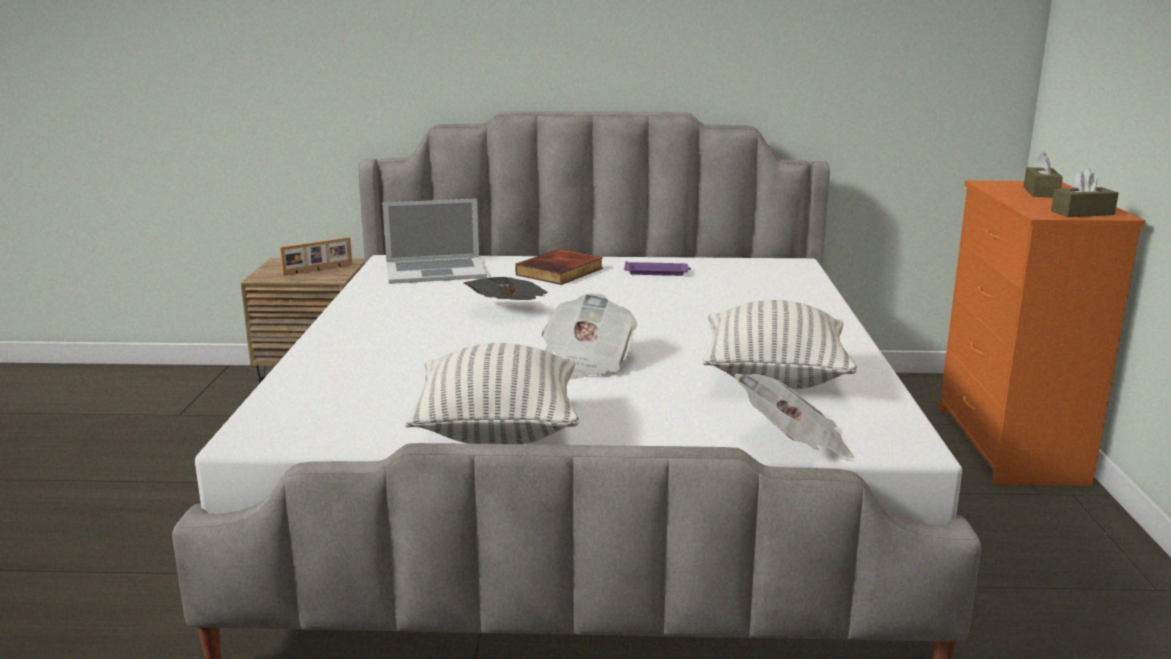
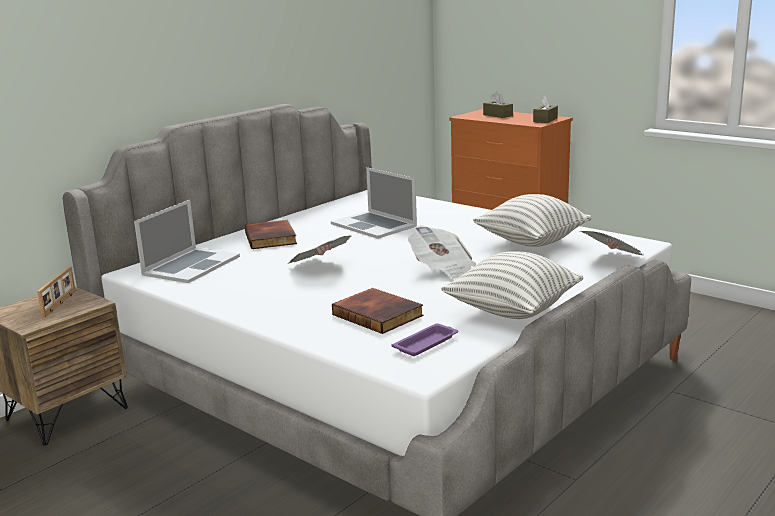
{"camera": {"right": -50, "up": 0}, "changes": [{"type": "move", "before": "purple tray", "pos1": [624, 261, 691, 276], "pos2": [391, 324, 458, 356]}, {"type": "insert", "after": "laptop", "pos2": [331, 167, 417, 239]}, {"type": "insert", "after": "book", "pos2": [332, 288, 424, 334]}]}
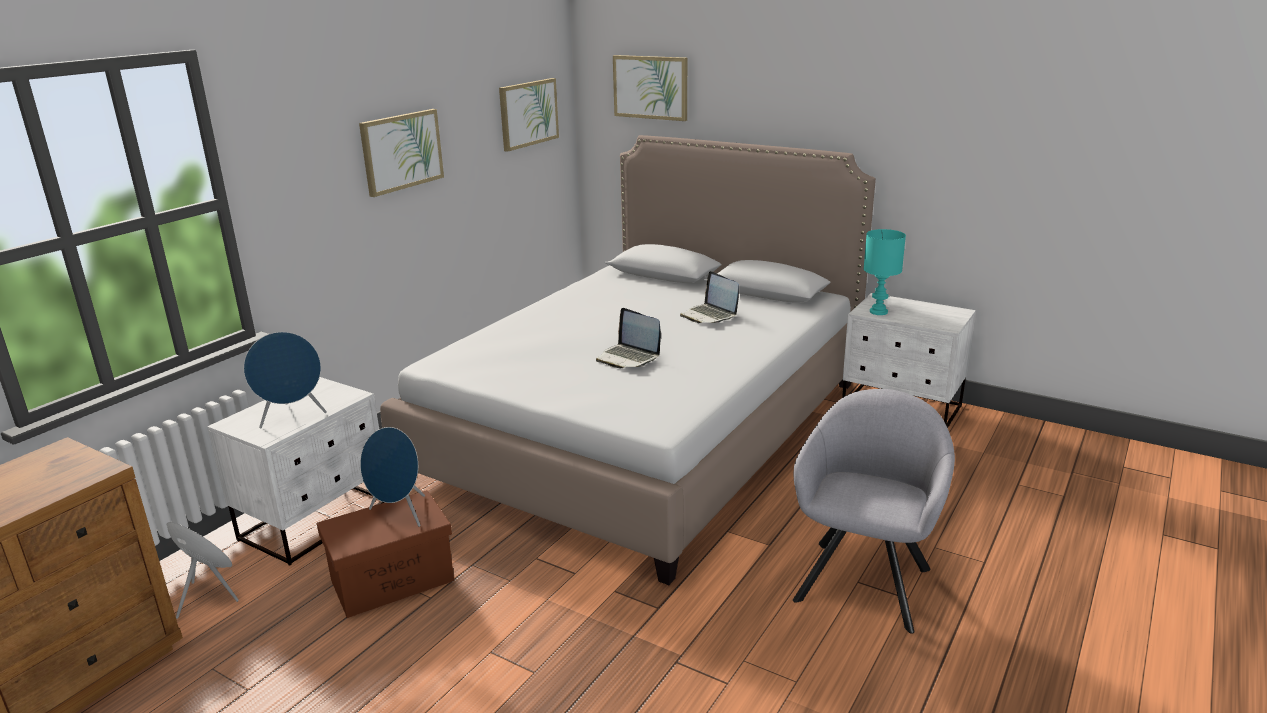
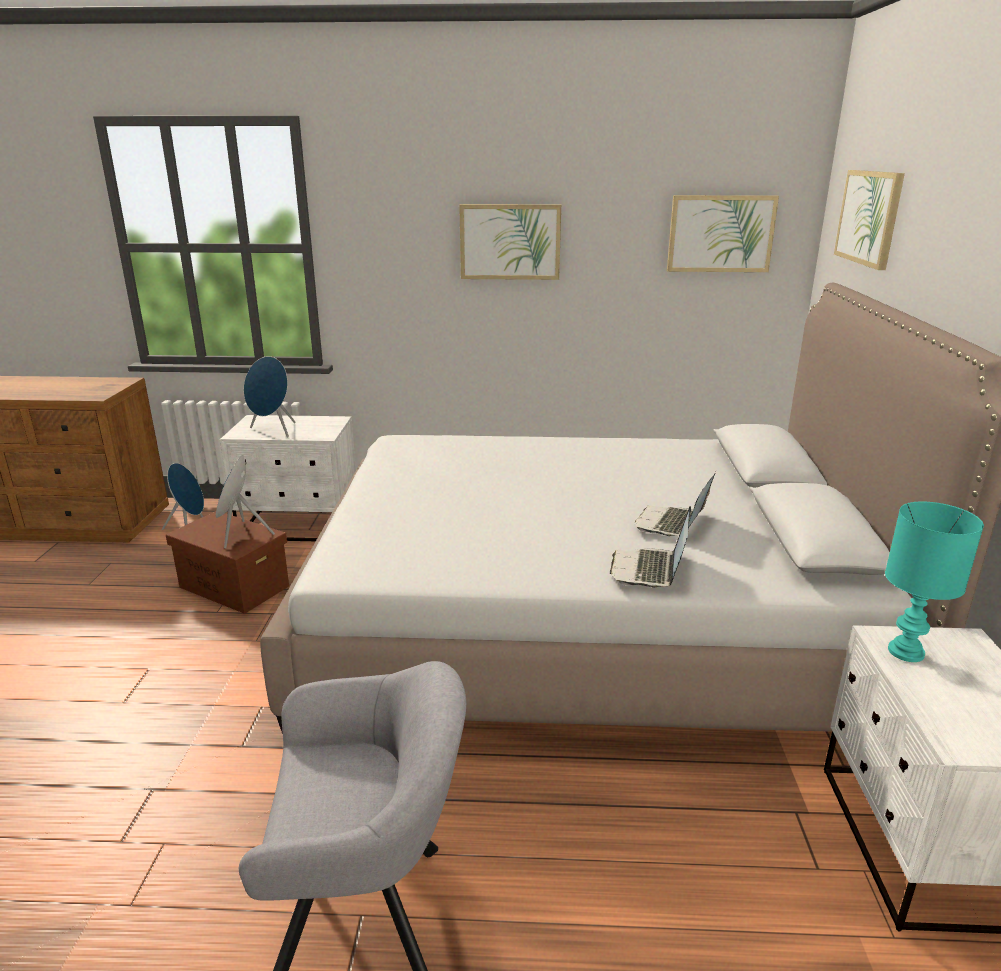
{"camera": {"right": 60, "up": 0}, "changes": [{"type": "move", "before": "laptop", "pos1": [596, 308, 661, 368], "pos2": [610, 506, 691, 588]}]}
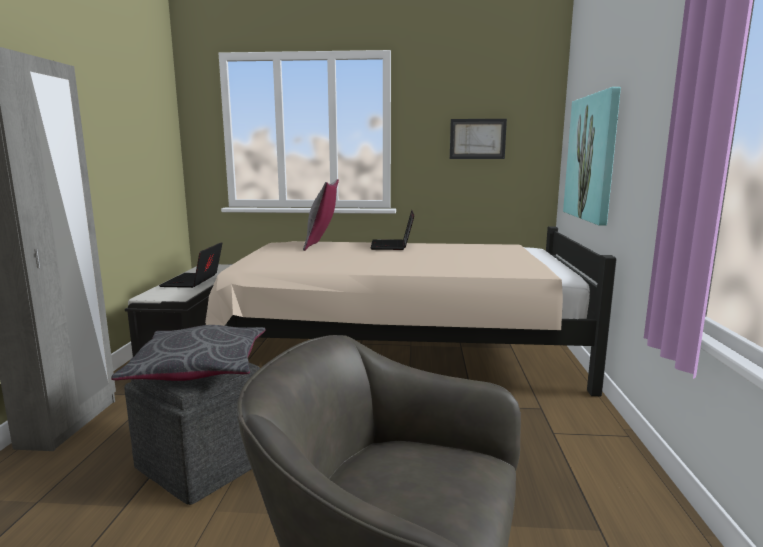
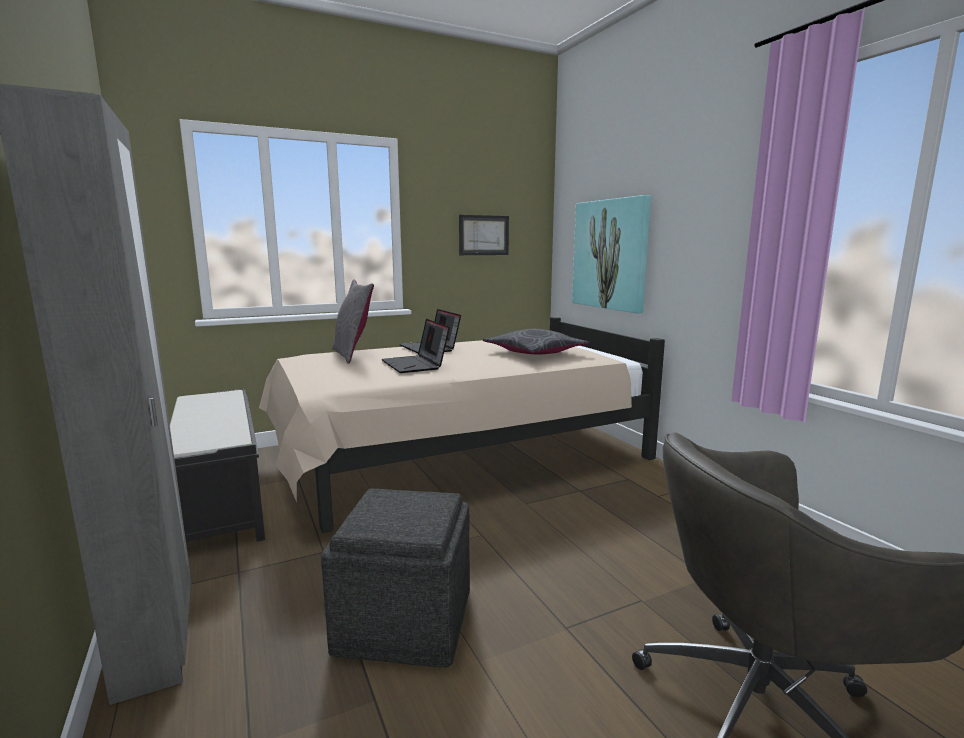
{"camera": {"right": -30, "up": 0}, "changes": [{"type": "move", "before": "laptop", "pos1": [159, 242, 222, 288], "pos2": [382, 319, 450, 373]}, {"type": "move", "before": "grey pillow", "pos1": [111, 325, 265, 381], "pos2": [483, 329, 590, 354]}]}
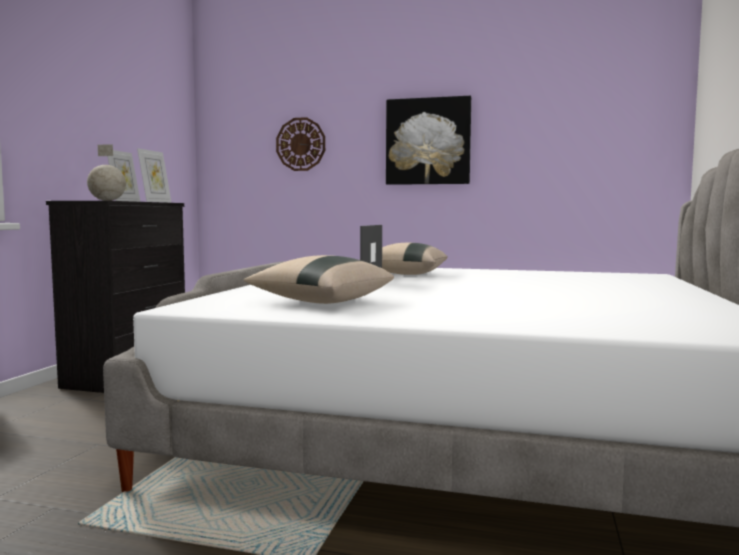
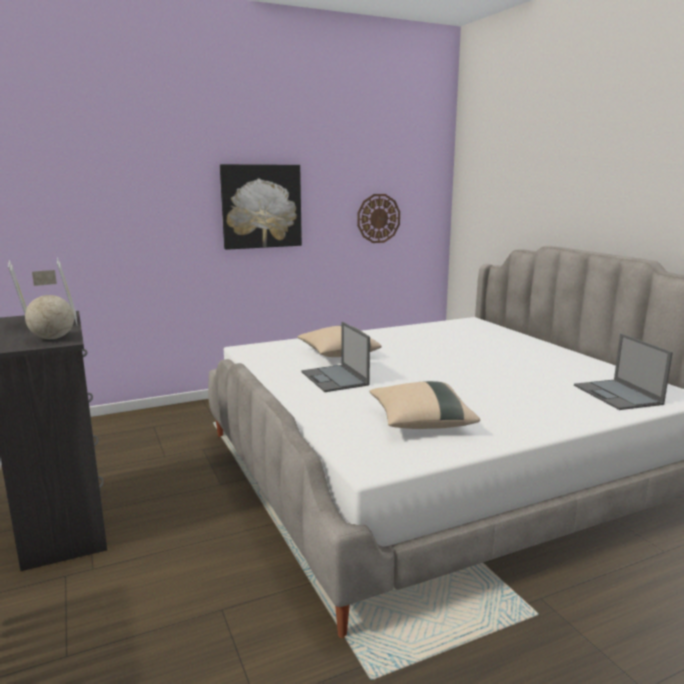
{"camera": {"right": -40, "up": 10}, "changes": [{"type": "move", "before": "wall clock", "pos1": [276, 117, 325, 171], "pos2": [357, 194, 400, 243]}, {"type": "insert", "after": "laptop", "pos2": [574, 334, 673, 410]}]}
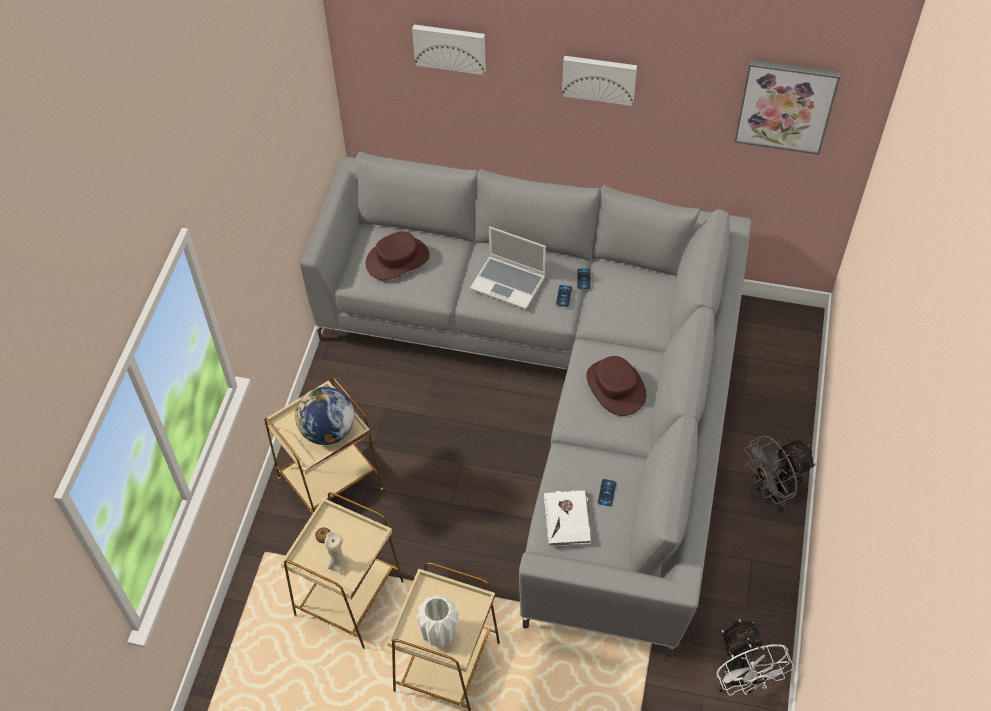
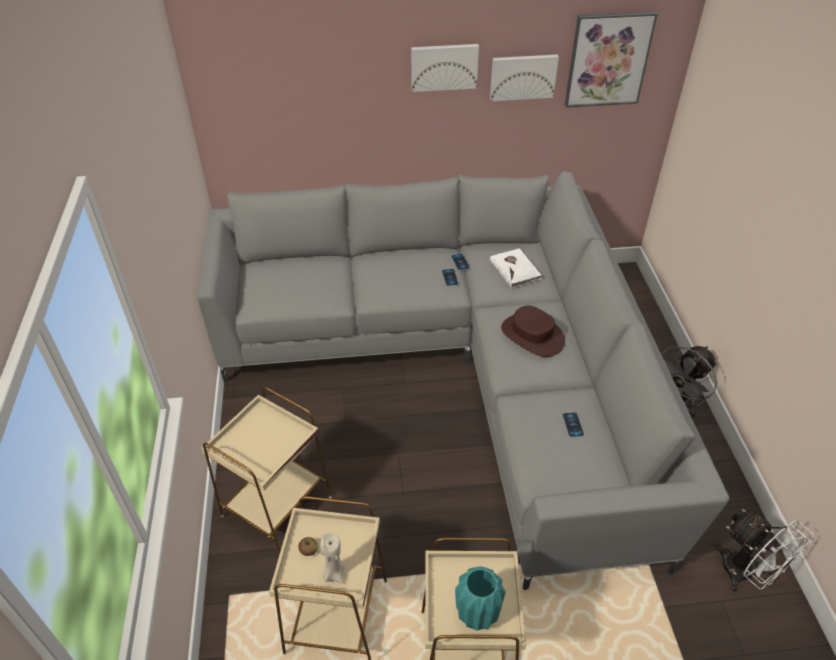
{"camera": {"right": -20, "up": -10}, "changes": [{"type": "move", "before": "picture", "pos1": [412, 25, 486, 75], "pos2": [490, 54, 559, 101]}, {"type": "delete", "before": "laptop", "pos1": [470, 226, 546, 310]}, {"type": "delete", "before": "brown hat", "pos1": [365, 232, 430, 280]}, {"type": "delete", "before": "globe", "pos1": [295, 387, 355, 445]}, {"type": "move", "before": "white book", "pos1": [544, 489, 592, 547], "pos2": [490, 248, 542, 288]}, {"type": "recolor", "before": "white vase", "after": "turquoise vase", "pos1": [416, 595, 459, 647], "pos2": [455, 567, 506, 631]}]}
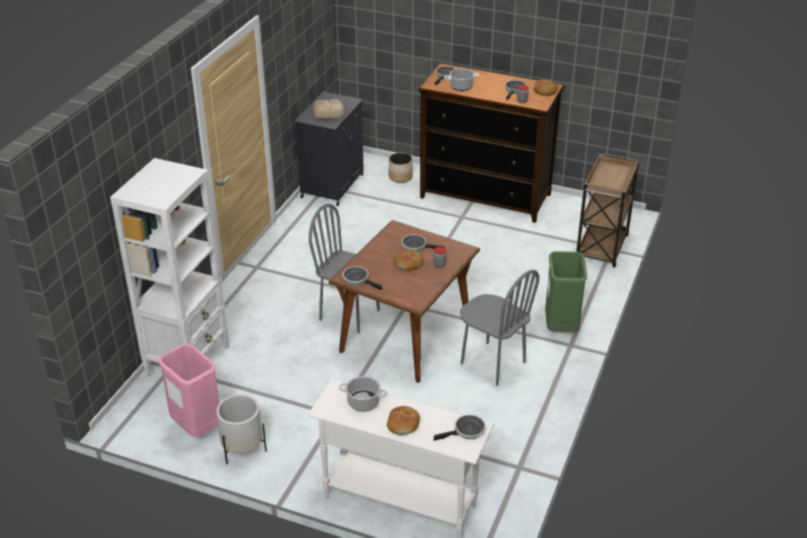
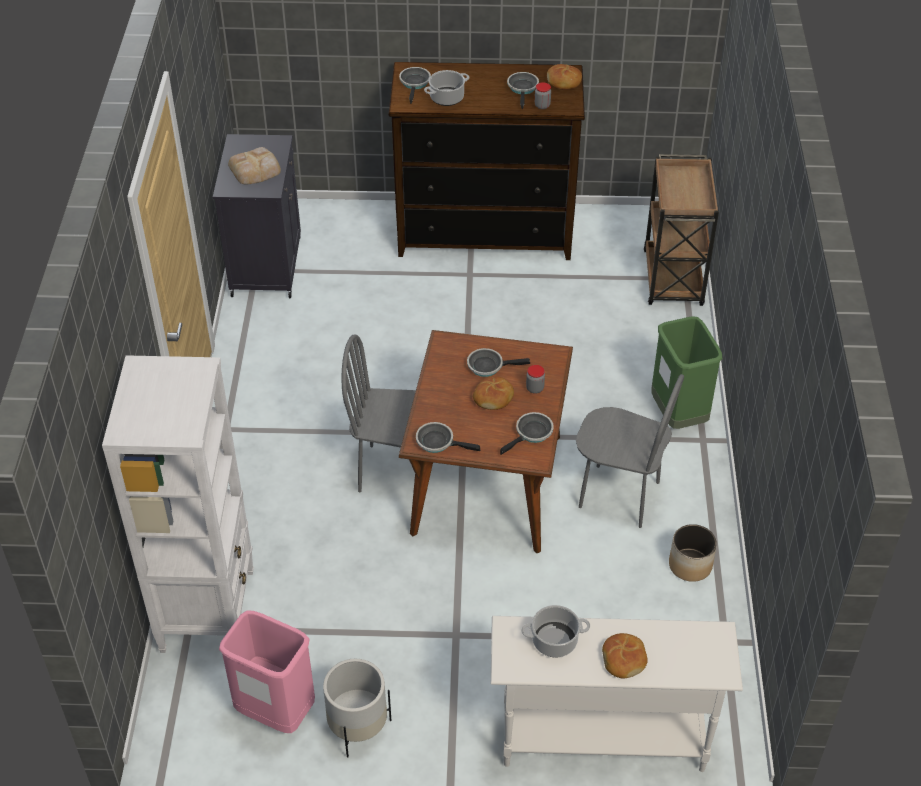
{"camera": {"right": -20, "up": 10}, "changes": [{"type": "move", "before": "planter", "pos1": [389, 153, 413, 183], "pos2": [669, 524, 717, 582]}, {"type": "move", "before": "frying pan", "pos1": [434, 414, 486, 441], "pos2": [500, 412, 554, 455]}]}
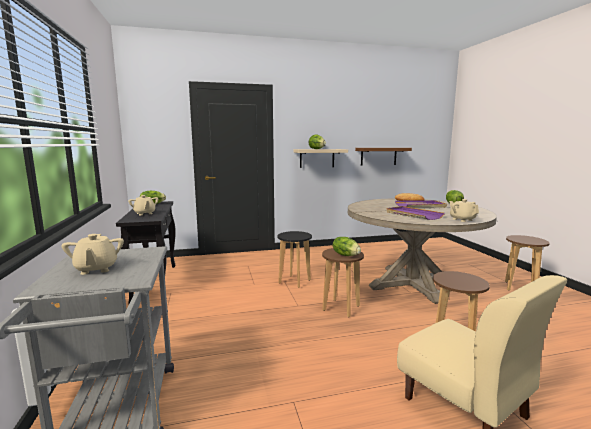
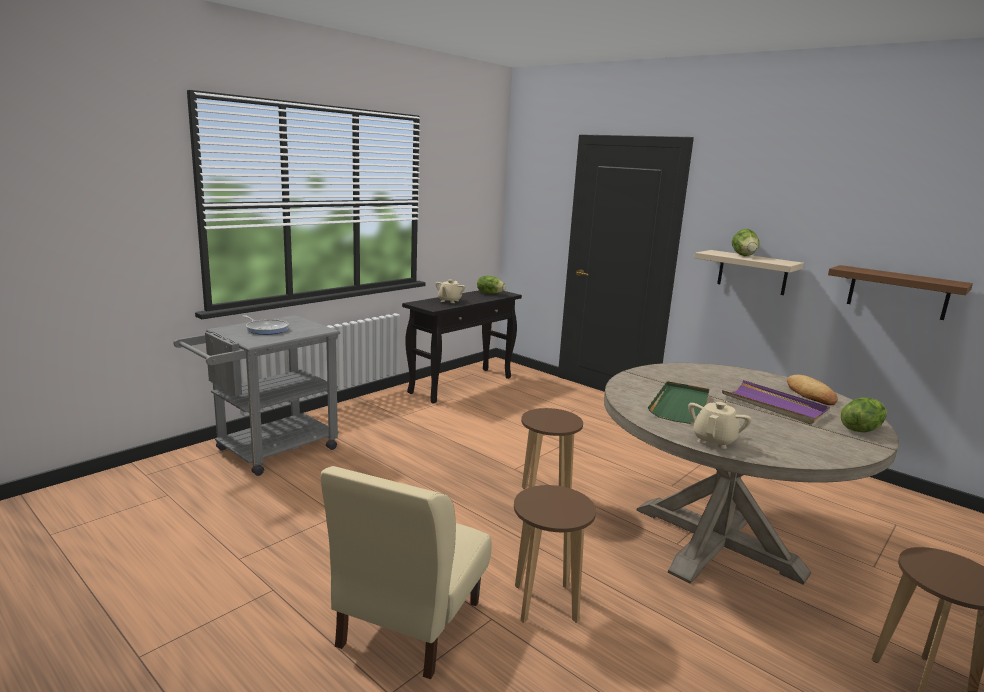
{"camera": {"right": 55, "up": 5}, "changes": [{"type": "recolor", "before": "purple tray", "after": "green tray", "pos1": [386, 206, 445, 220], "pos2": [648, 381, 709, 424]}, {"type": "delete", "before": "black stool", "pos1": [277, 231, 312, 288]}, {"type": "replace", "before": "beige teapot", "after": "frying pan", "pos1": [62, 234, 124, 275], "pos2": [242, 315, 289, 335]}, {"type": "delete", "before": "lettuce", "pos1": [333, 237, 361, 256]}]}
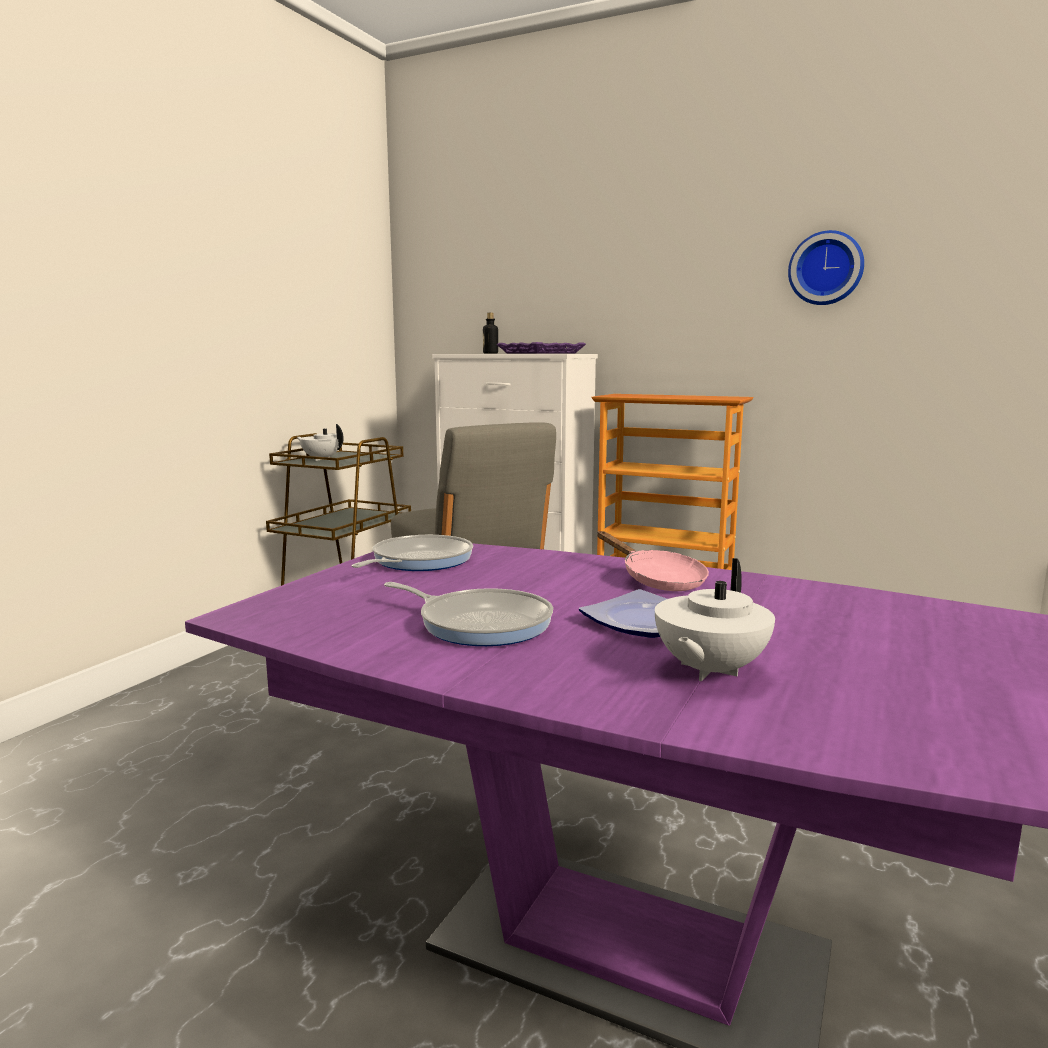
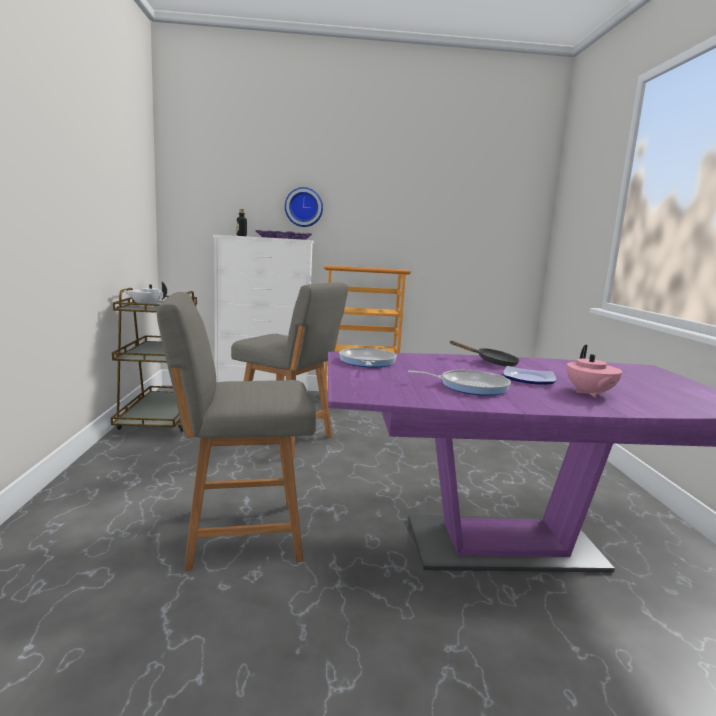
{"camera": {"right": -30, "up": 0}, "changes": [{"type": "move", "before": "wall clock", "pos1": [788, 230, 864, 305], "pos2": [285, 187, 323, 227]}, {"type": "recolor", "before": "pink frying pan", "after": "black frying pan", "pos1": [597, 531, 709, 591], "pos2": [450, 341, 520, 367]}, {"type": "recolor", "before": "white teapot", "after": "pink teapot", "pos1": [655, 558, 775, 682], "pos2": [567, 345, 622, 397]}, {"type": "insert", "after": "grey chair", "pos2": [157, 292, 316, 571]}]}
